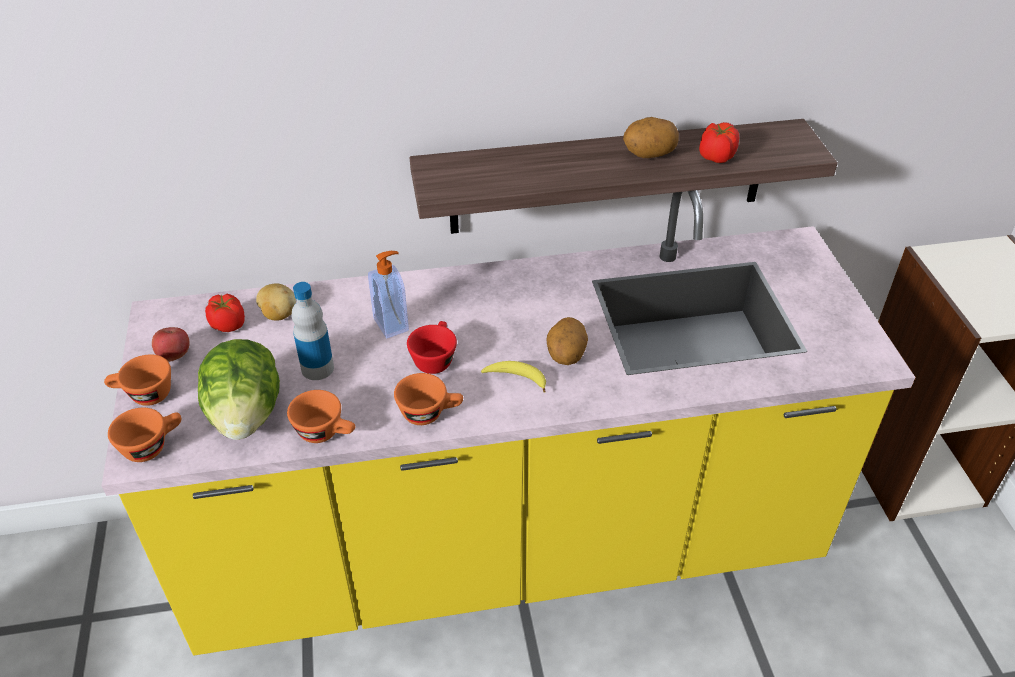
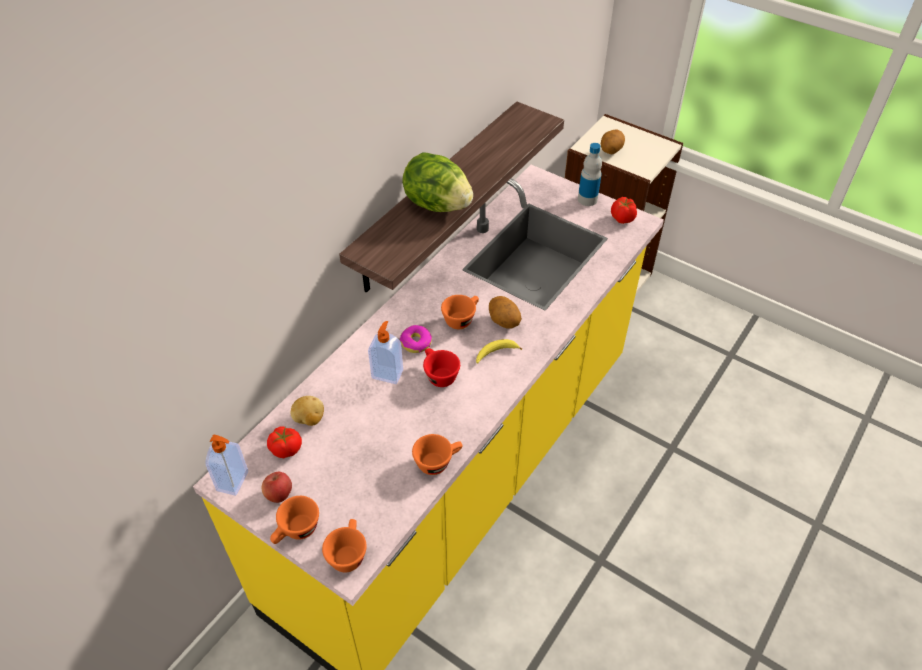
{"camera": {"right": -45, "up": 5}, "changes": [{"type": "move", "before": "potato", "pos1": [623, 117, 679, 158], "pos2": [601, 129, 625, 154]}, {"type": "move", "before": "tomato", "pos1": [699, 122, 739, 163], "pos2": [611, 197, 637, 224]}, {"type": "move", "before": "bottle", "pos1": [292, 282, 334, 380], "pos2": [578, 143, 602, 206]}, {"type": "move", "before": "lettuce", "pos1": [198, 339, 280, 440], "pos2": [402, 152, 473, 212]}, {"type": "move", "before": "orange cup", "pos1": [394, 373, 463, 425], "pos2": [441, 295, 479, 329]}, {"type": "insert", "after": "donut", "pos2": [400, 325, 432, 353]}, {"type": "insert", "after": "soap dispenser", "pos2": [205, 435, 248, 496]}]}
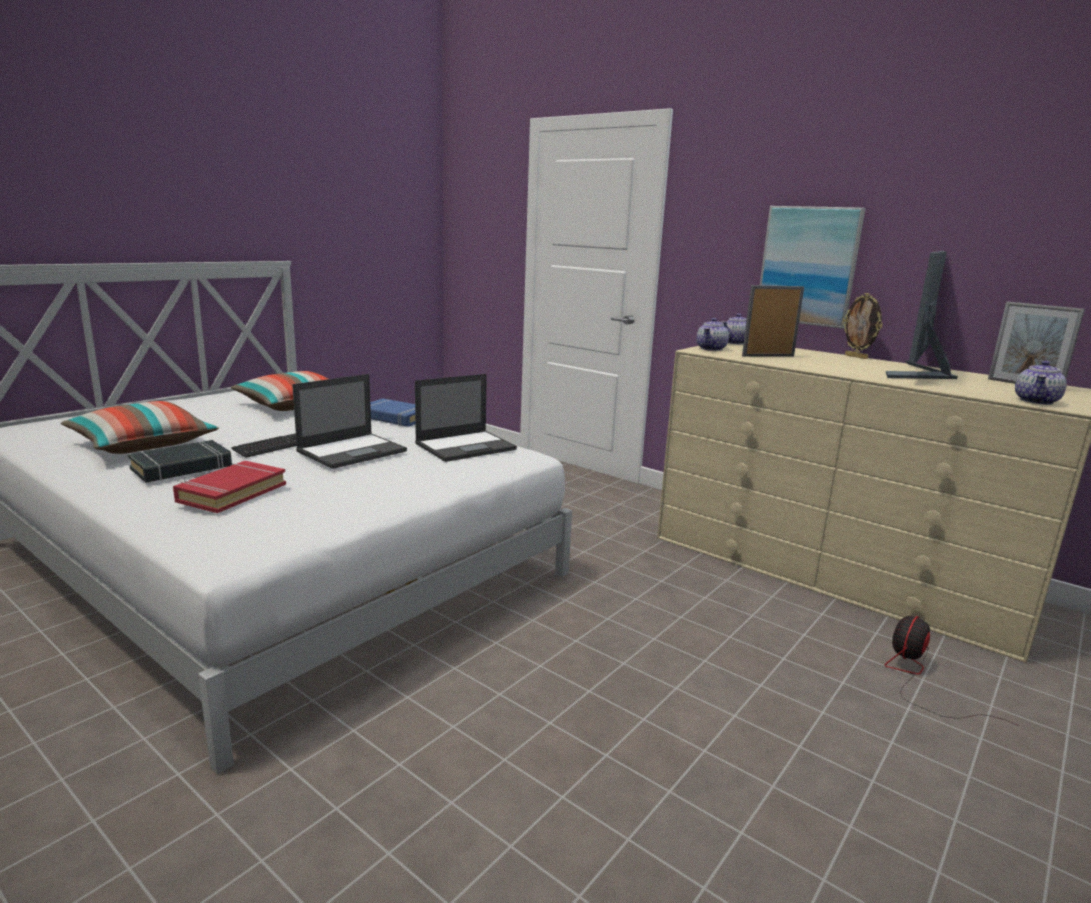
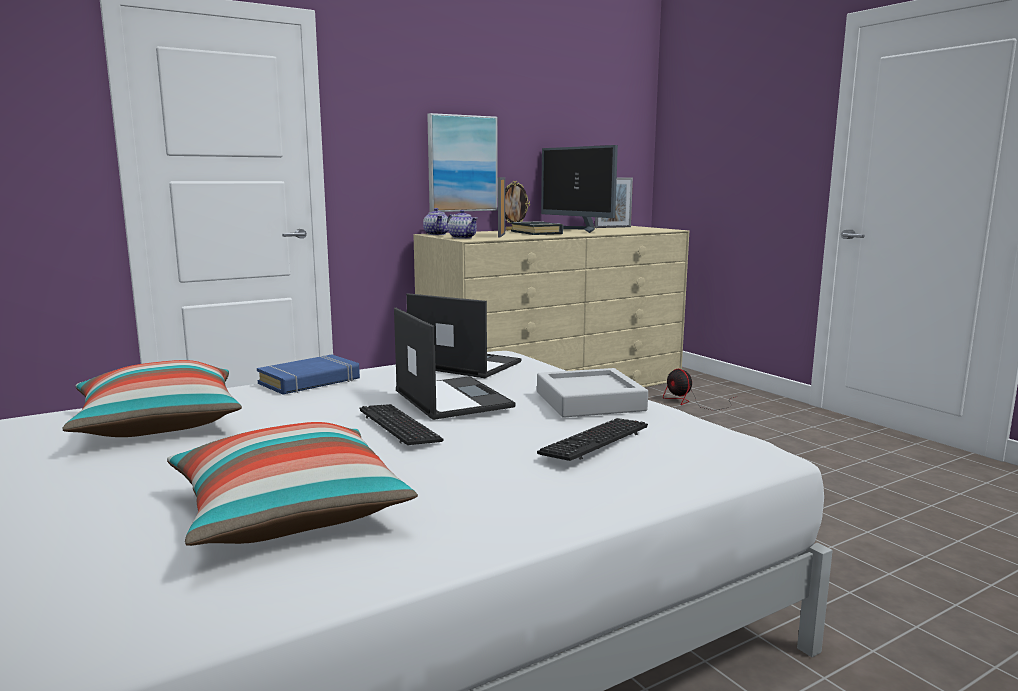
{"camera": {"right": -70, "up": -5}, "changes": [{"type": "delete", "before": "teapot", "pos1": [1015, 361, 1067, 405]}, {"type": "rotate", "before": "laptop", "pos1": [415, 374, 517, 462], "pos2": [406, 293, 521, 378], "turn": -45}, {"type": "move", "before": "black book", "pos1": [128, 440, 232, 483], "pos2": [511, 221, 563, 235]}, {"type": "replace", "before": "red book", "after": "keyboard", "pos1": [173, 461, 286, 513], "pos2": [537, 418, 648, 461]}, {"type": "insert", "after": "grey tray", "pos2": [537, 368, 648, 418]}]}
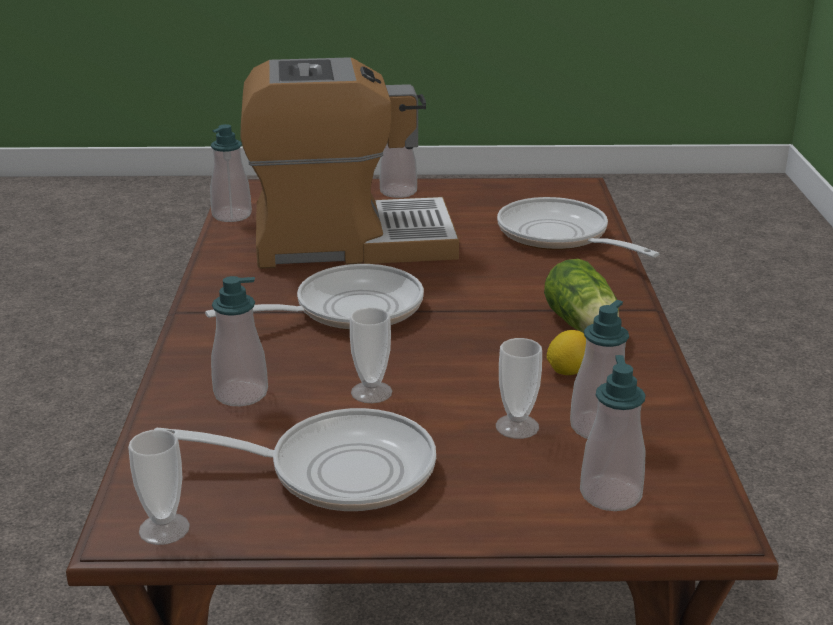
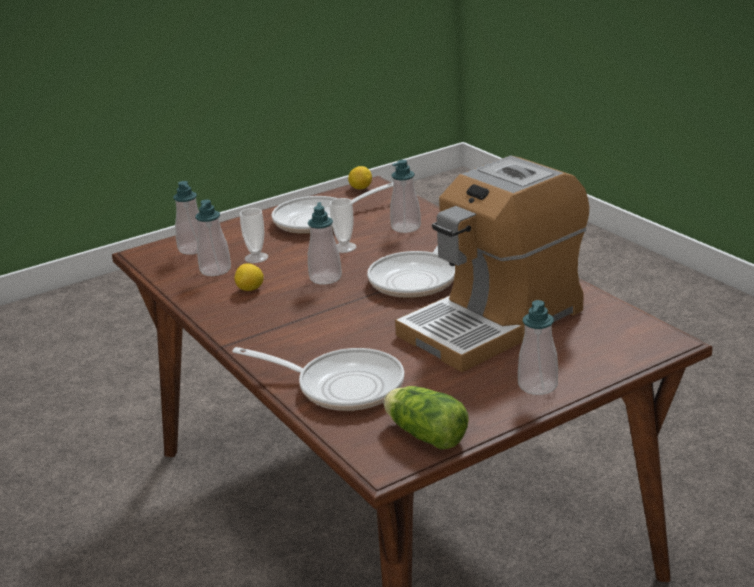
{"camera": {"right": 150, "up": 0}, "changes": [{"type": "move", "before": "soap dispenser", "pos1": [210, 124, 252, 222], "pos2": [308, 202, 342, 285]}, {"type": "move", "before": "lettuce", "pos1": [544, 259, 619, 333], "pos2": [384, 386, 469, 450]}, {"type": "replace", "before": "cup", "after": "lemon", "pos1": [128, 429, 190, 545], "pos2": [348, 166, 372, 189]}]}
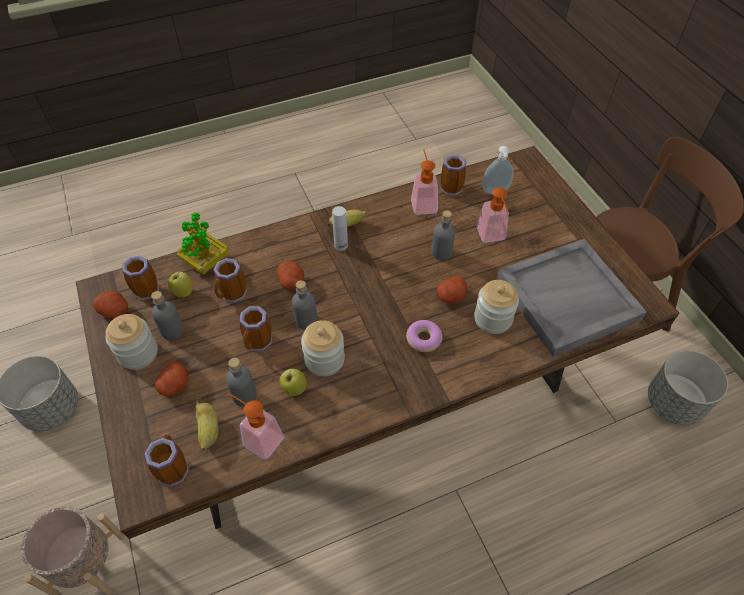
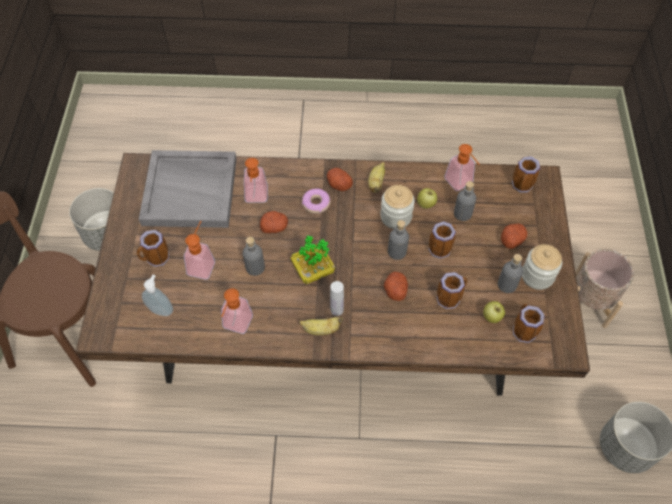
{"camera": {"right": -155, "up": 5}, "changes": [{"type": "move", "before": "mug", "pos1": [441, 155, 466, 196], "pos2": [137, 230, 169, 267]}, {"type": "move", "before": "potted plant", "pos1": [177, 213, 228, 275], "pos2": [290, 235, 335, 284]}, {"type": "replace", "before": "jar", "after": "soap dispenser", "pos1": [474, 280, 519, 334], "pos2": [244, 158, 268, 203]}, {"type": "move", "before": "potato", "pos1": [93, 291, 128, 319], "pos2": [327, 168, 353, 191]}, {"type": "move", "before": "banana", "pos1": [195, 398, 218, 451], "pos2": [368, 162, 385, 193]}]}
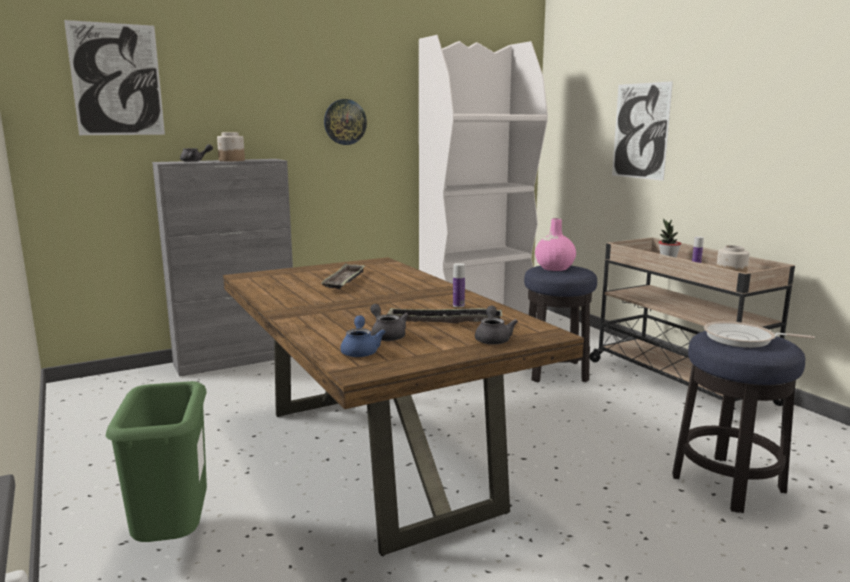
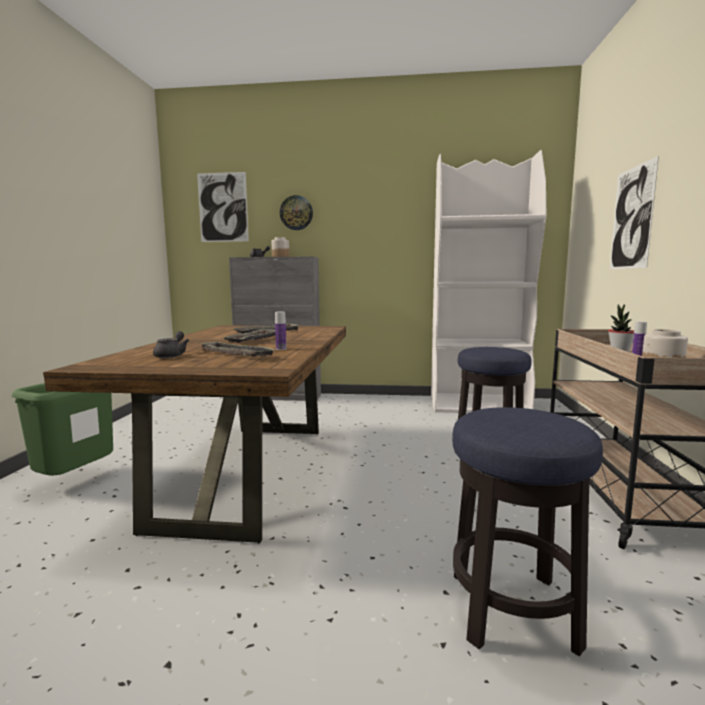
{"camera": {"right": 35, "up": -5}, "changes": [{"type": "move", "before": "wall clock", "pos1": [324, 99, 367, 145], "pos2": [280, 195, 313, 230]}, {"type": "delete", "before": "pink vase", "pos1": [535, 218, 576, 271]}, {"type": "delete", "before": "grey teapot", "pos1": [475, 306, 518, 345]}, {"type": "delete", "before": "blue teapot", "pos1": [340, 315, 386, 357]}, {"type": "delete", "before": "frying pan", "pos1": [704, 321, 815, 348]}, {"type": "insert", "after": "tray", "pos2": [223, 328, 276, 343]}]}
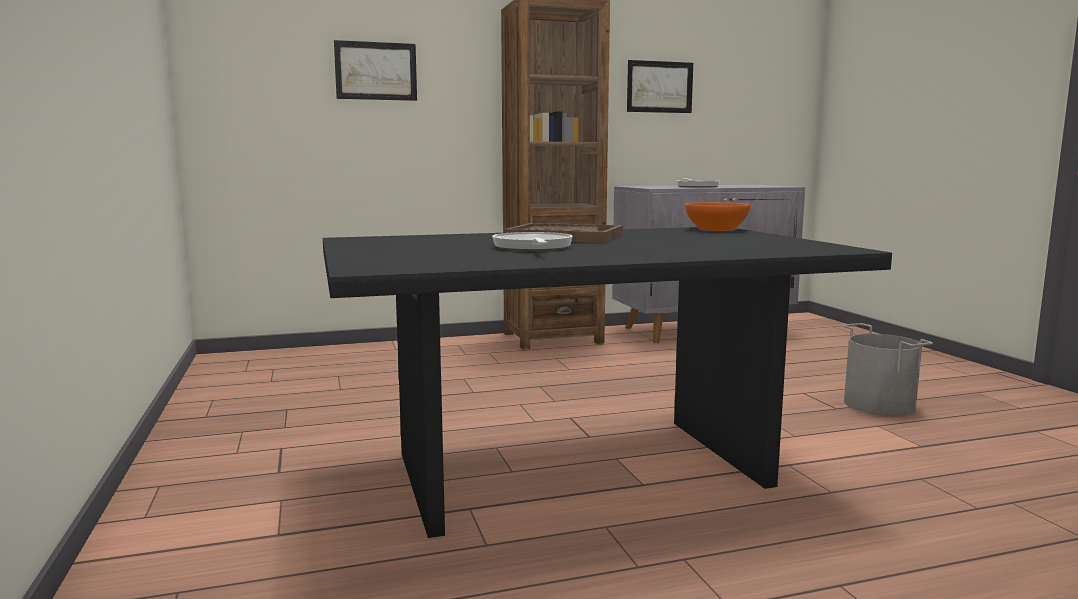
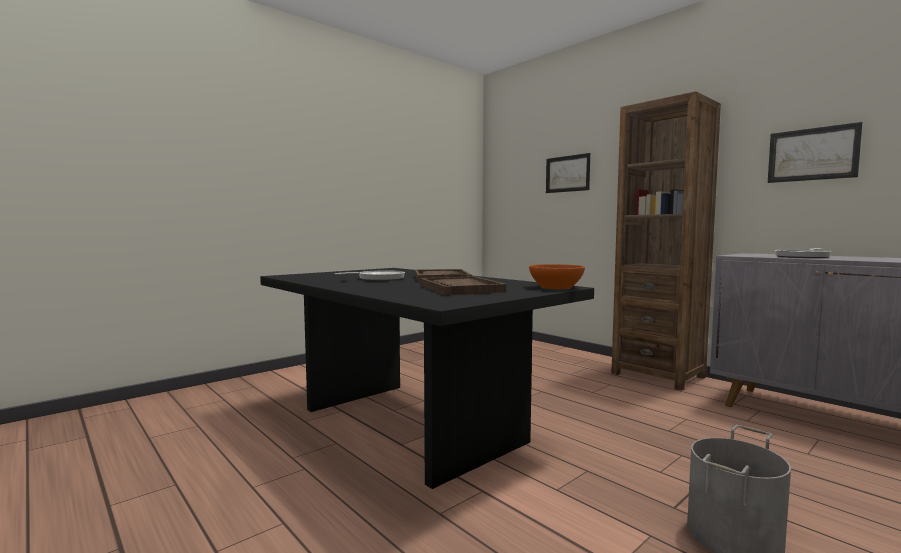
{"camera": {"right": 65, "up": -5}, "changes": [{"type": "insert", "after": "brown tray", "pos2": [420, 276, 506, 295]}]}
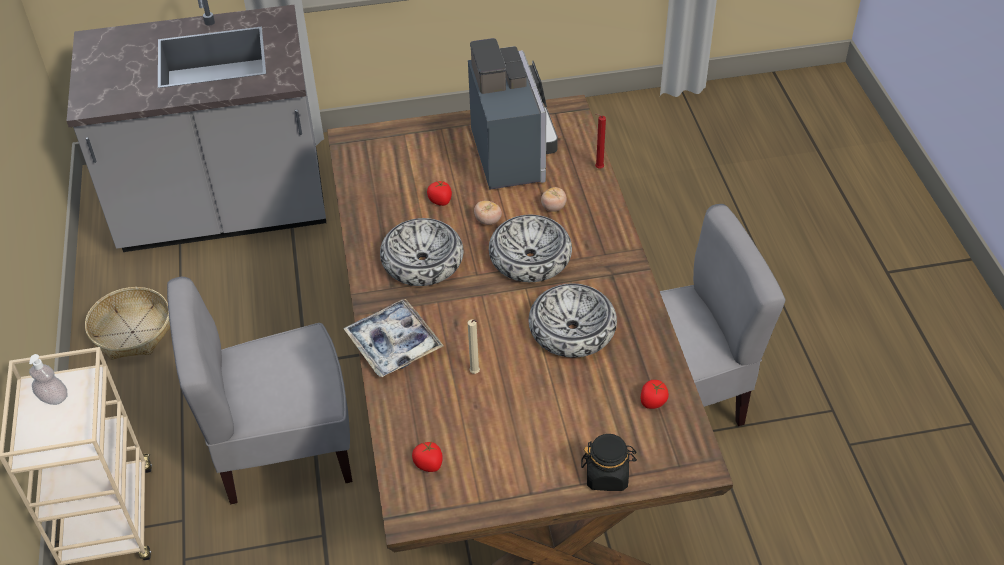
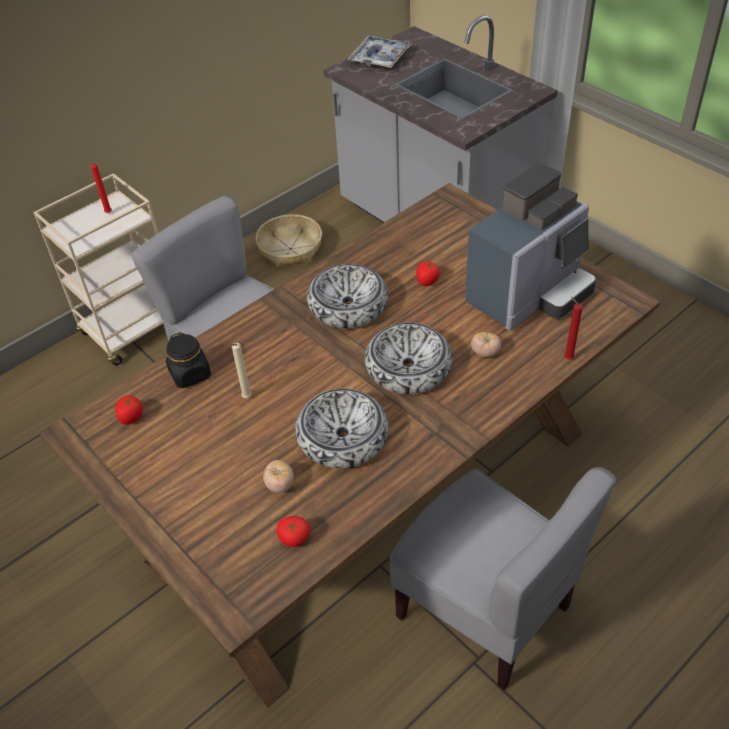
{"camera": {"right": 60, "up": 0}, "changes": [{"type": "move", "before": "tomato", "pos1": [474, 201, 502, 225], "pos2": [263, 460, 294, 493]}, {"type": "move", "before": "tray", "pos1": [343, 299, 444, 377], "pos2": [348, 36, 412, 68]}, {"type": "replace", "before": "soap dispenser", "after": "red candle", "pos1": [29, 354, 67, 405], "pos2": [91, 159, 112, 213]}, {"type": "move", "before": "black jar", "pos1": [581, 434, 637, 491], "pos2": [166, 332, 211, 388]}]}
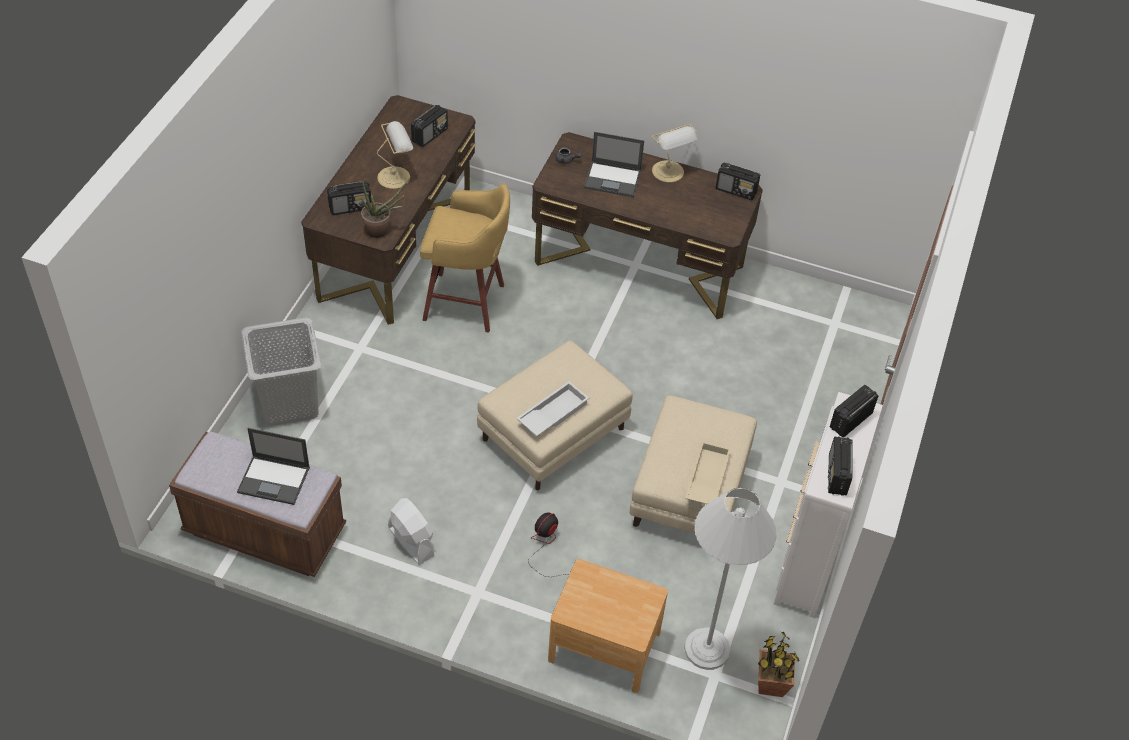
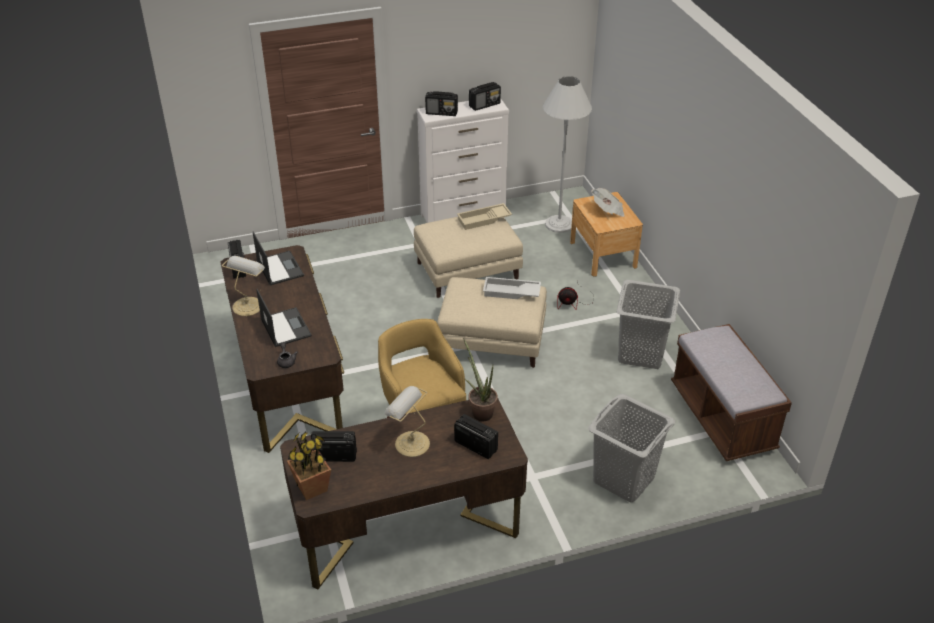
{"camera": {"right": -125, "up": -10}, "changes": [{"type": "move", "before": "laptop", "pos1": [237, 428, 310, 505], "pos2": [253, 231, 304, 285]}, {"type": "replace", "before": "white fan", "after": "grey laundry basket", "pos1": [388, 498, 435, 565], "pos2": [616, 280, 680, 369]}, {"type": "move", "before": "potted plant", "pos1": [758, 632, 800, 697], "pos2": [287, 432, 331, 500]}, {"type": "insert", "after": "newspaper", "pos2": [591, 188, 624, 217]}]}
